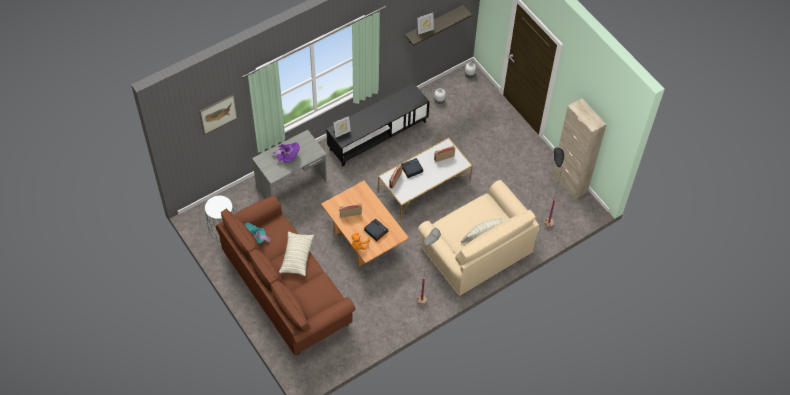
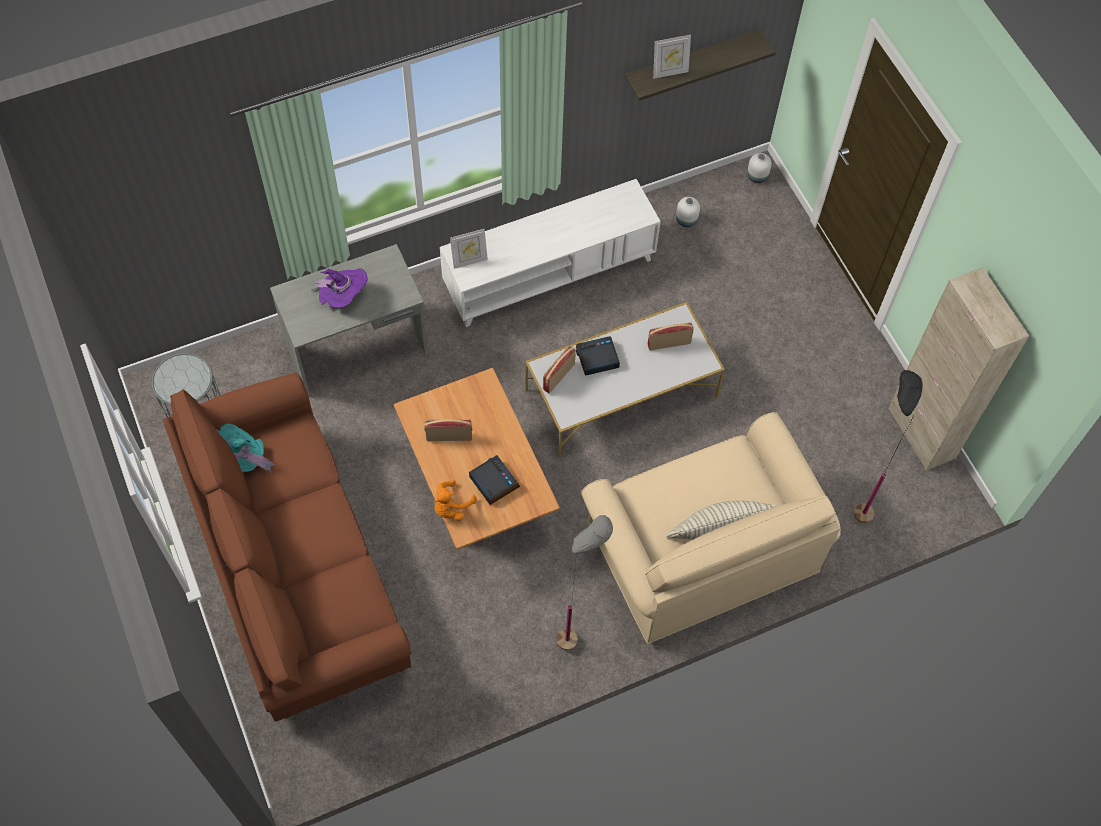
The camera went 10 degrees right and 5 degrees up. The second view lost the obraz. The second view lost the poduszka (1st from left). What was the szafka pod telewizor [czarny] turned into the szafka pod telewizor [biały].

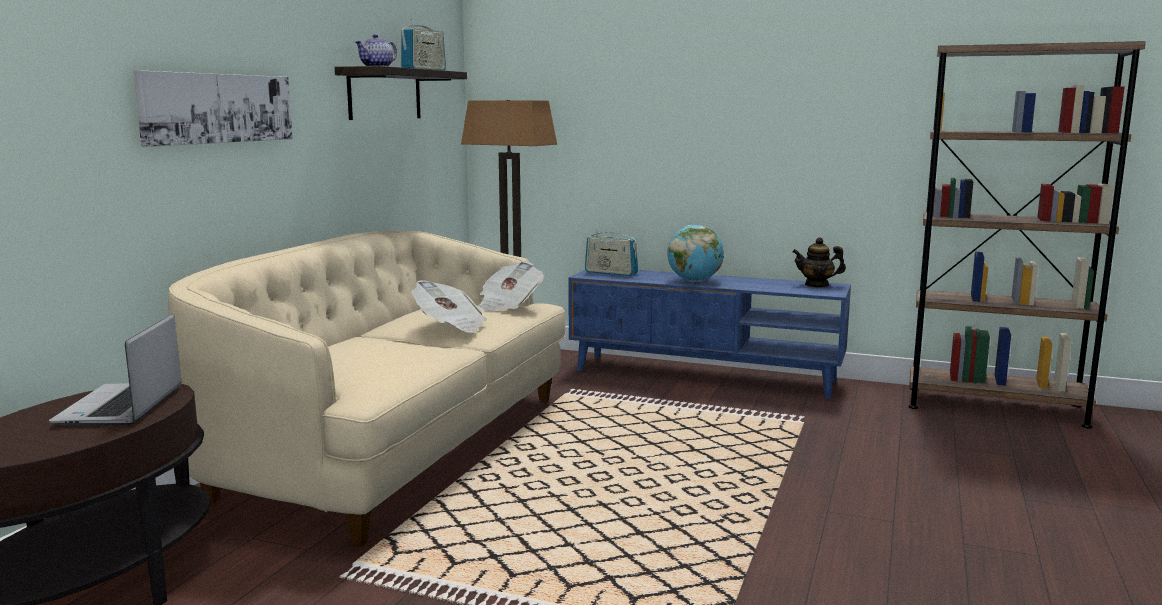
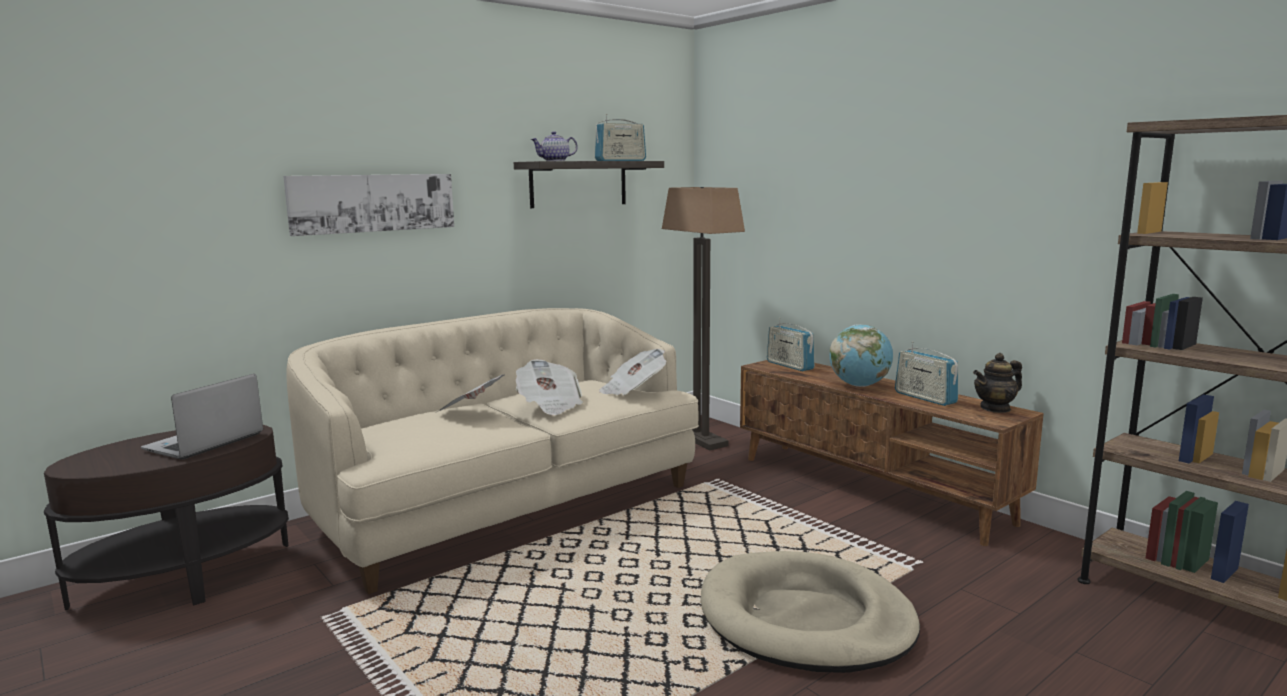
The camera went 30 degrees right and 0 degrees up. What was the szafka pod telewizor [niebieski] turned into the szafka pod telewizor [brązowy]. The imbryk (2nd from left) ended up facing another way, 60 degrees counterclockwise from before. The second view gained the gazeta (1st from left). The second view gained the legowisko [beżowy]. The second view gained the radio (3rd from left).

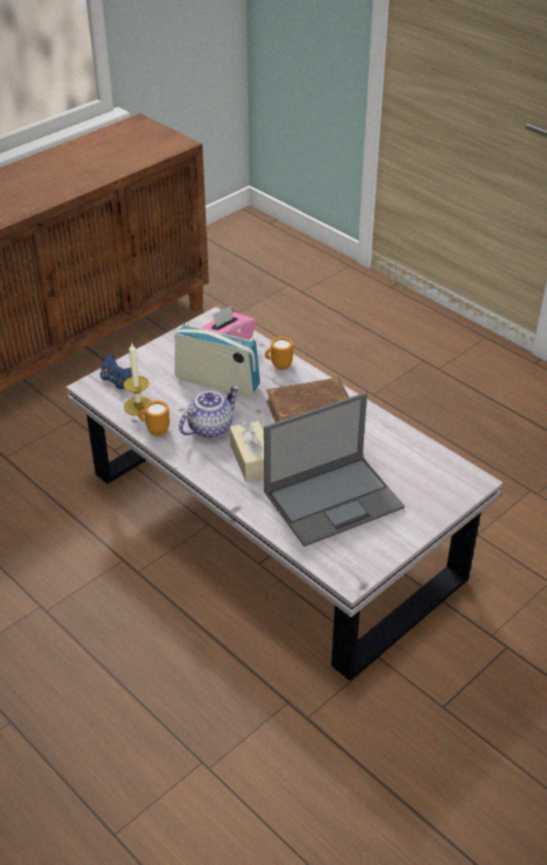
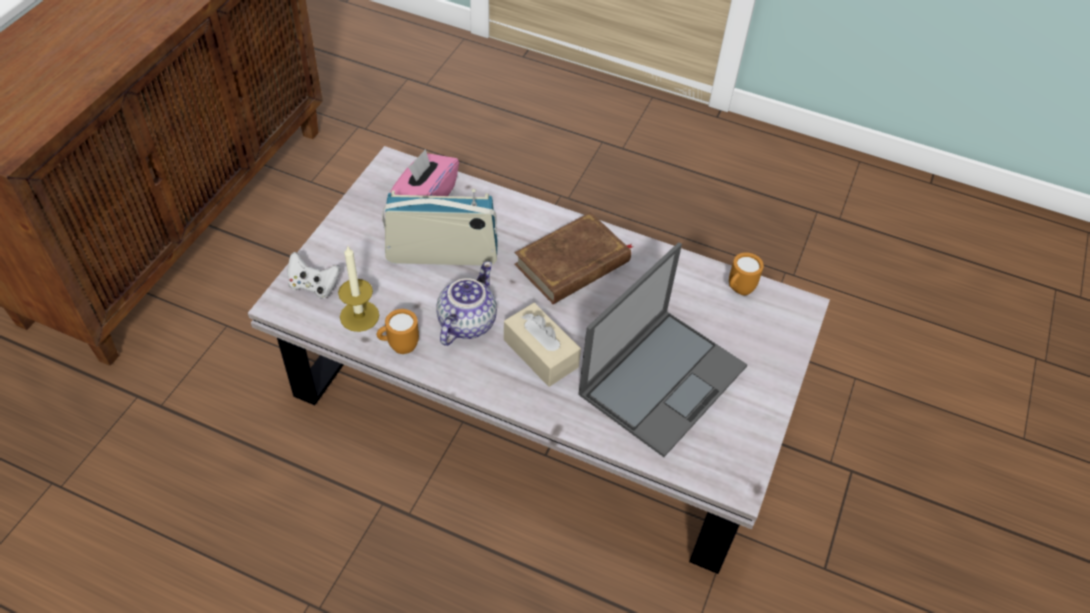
The camera went 25 degrees left and 10 degrees up. What was the pad do gier [niebieski] turned into the pad do gier [biały]. The kubek [pomarańczowy] (2nd from left) ended up elsewhere.

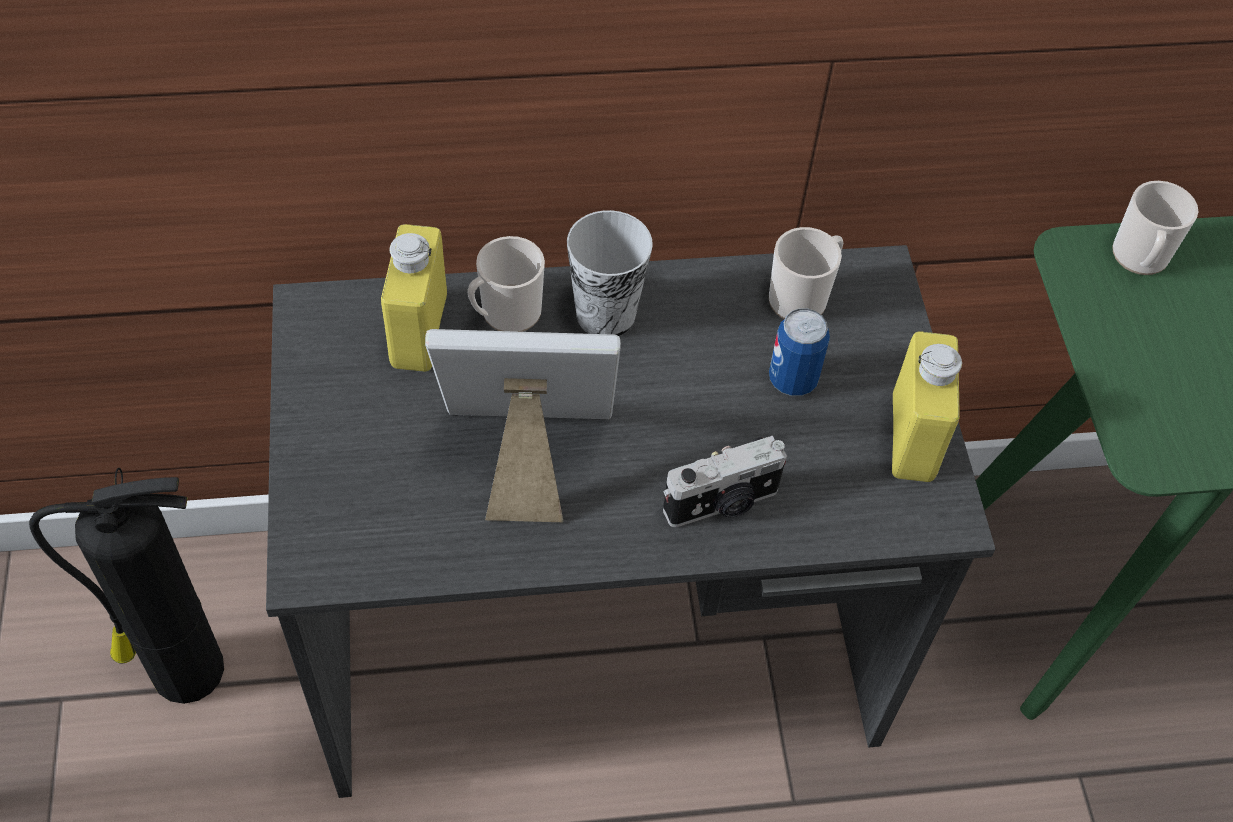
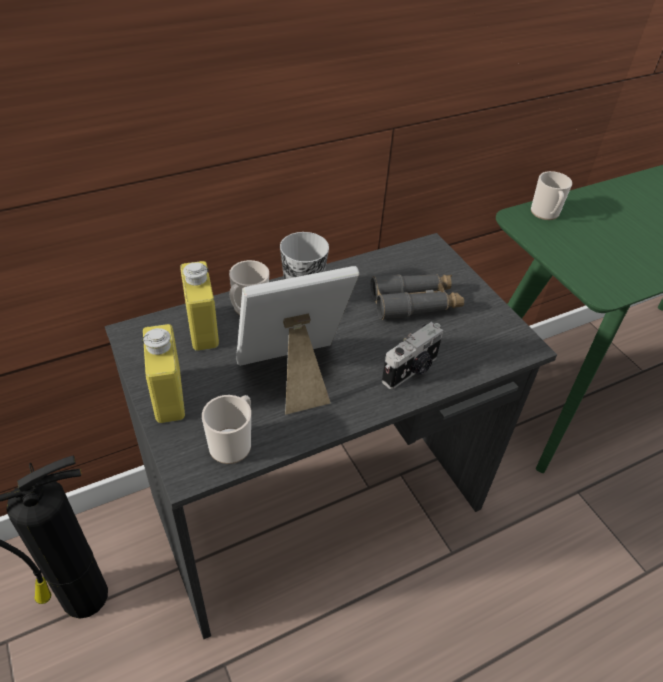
The camera went 20 degrees left and 10 degrees down. The kubek (2nd from left in the first image) ended up elsewhere. Where the puszka stood, the lornetka [szary] came to stand. The butelka [żółty] (2nd from left in the first image) ended up elsewhere.

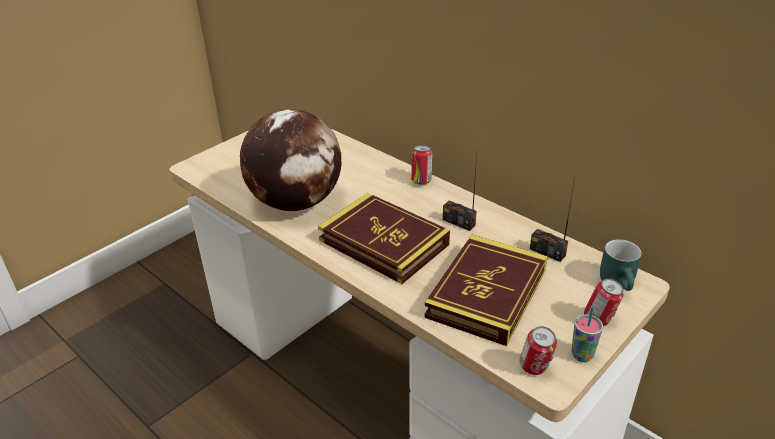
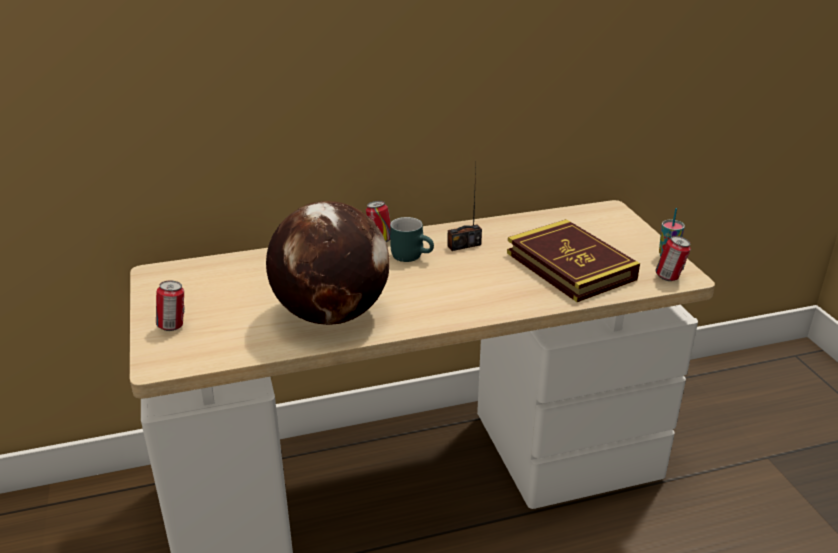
The camera went 60 degrees left and 5 degrees down. The second view lost the książka (1st from left). The second view lost the radio (2nd from left). The puszka (3rd from left in the first image) ended up elsewhere. The kubek [turkusowy] ended up elsewhere.

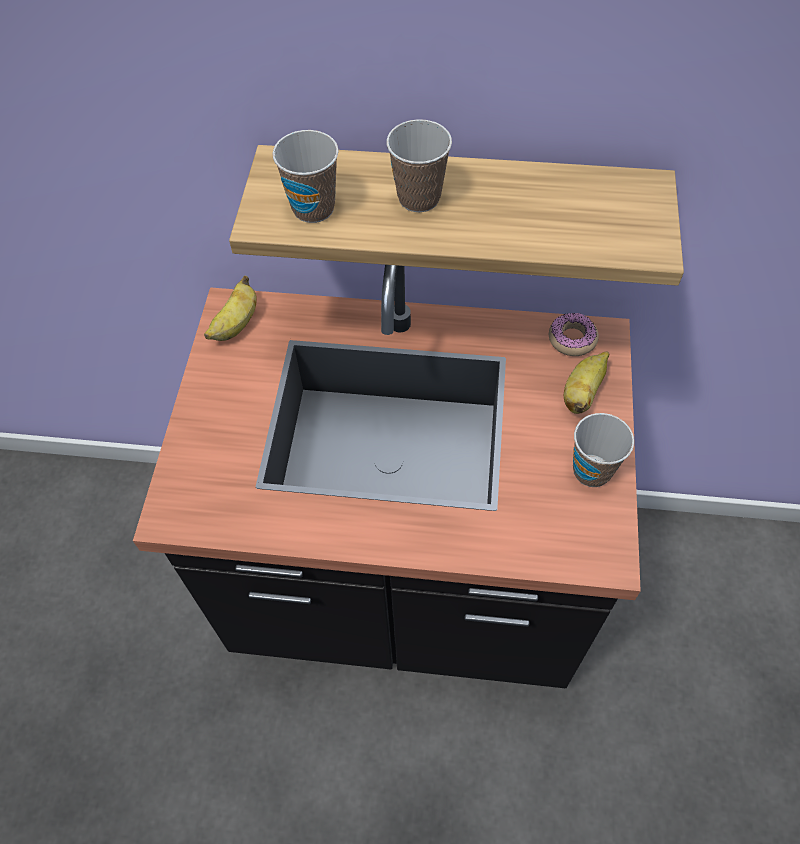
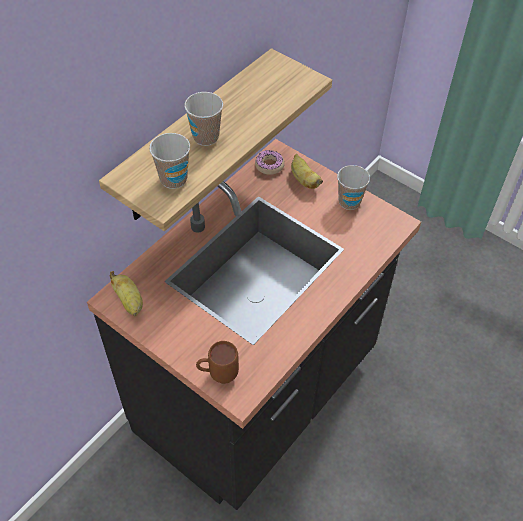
The camera went 60 degrees left and 5 degrees down. The second view gained the kubek [brązowy].

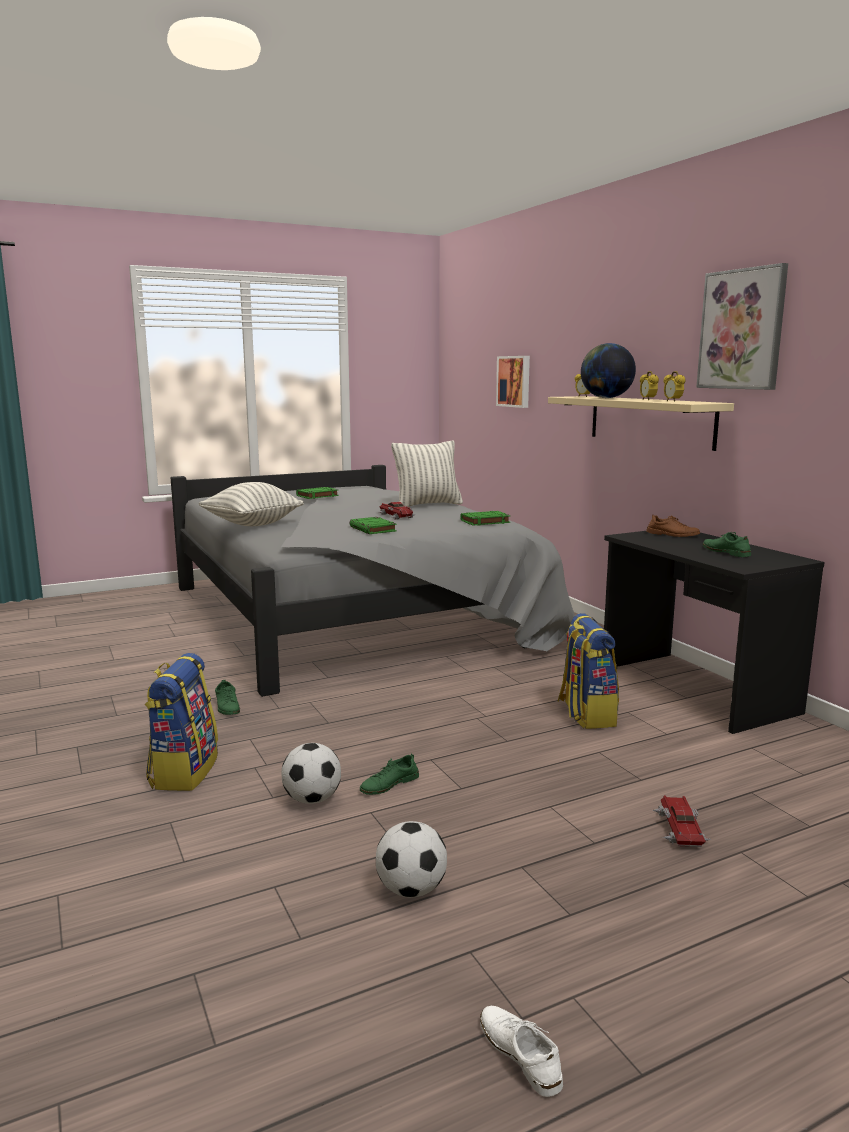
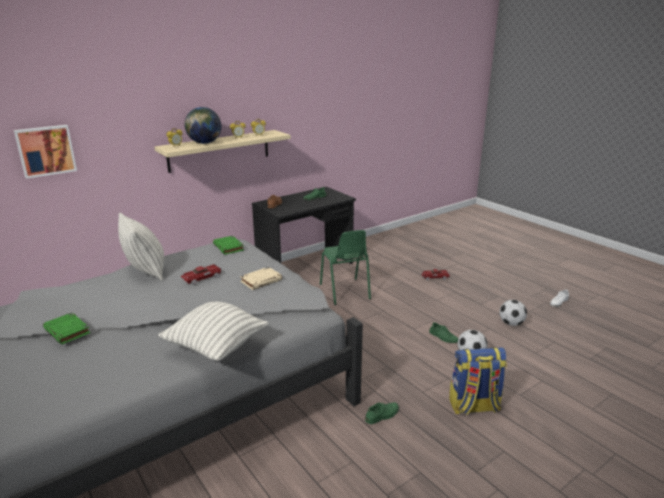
The camera went 100 degrees left and 10 degrees up. What was the książka [zielony] (2nd from left) turned into the książka [beżowy]. Where the plecak (2nd from left) stood, the krzesło [zielony] came to stand. The second view lost the obraz (2nd from left).

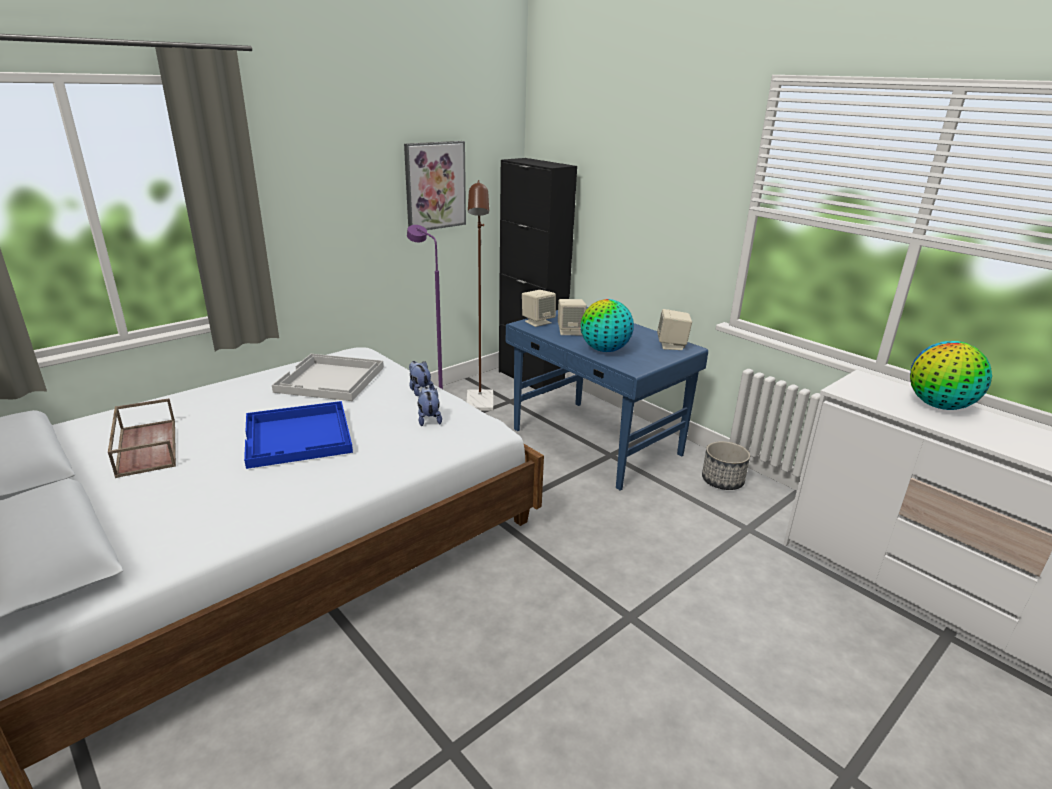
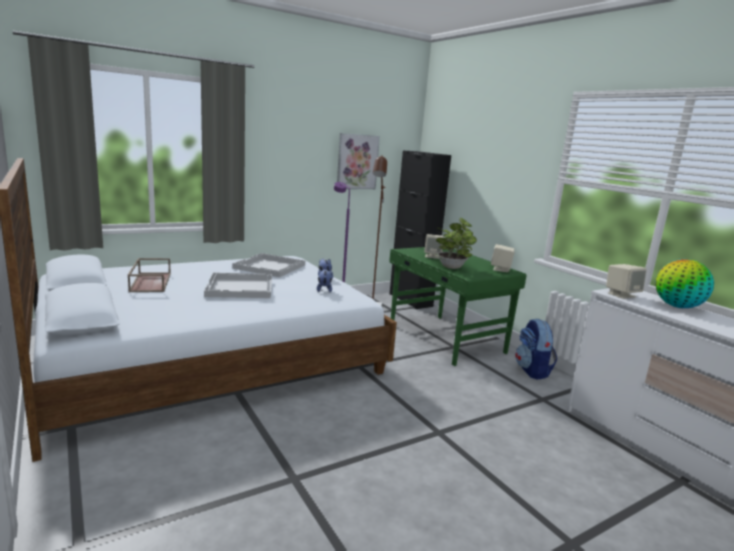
The camera went 10 degrees right and 10 degrees down. What was the taca [niebieski] turned into the taca [biały] (1st from left). What was the biurko [niebieski] turned into the biurko [zielony]. The głośnik [beżowy] (1st from left in the first image) ended up elsewhere. Where the globus (1st from left) stood, the roślina doniczkowa came to stand. Where the donica stood, the plecak came to stand.

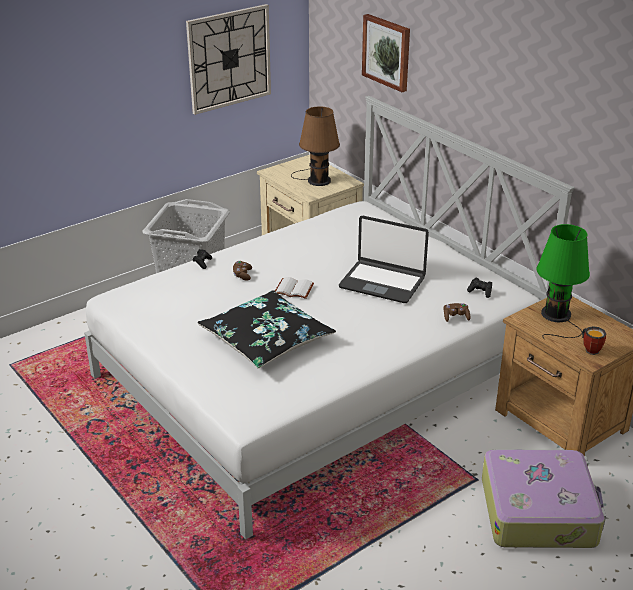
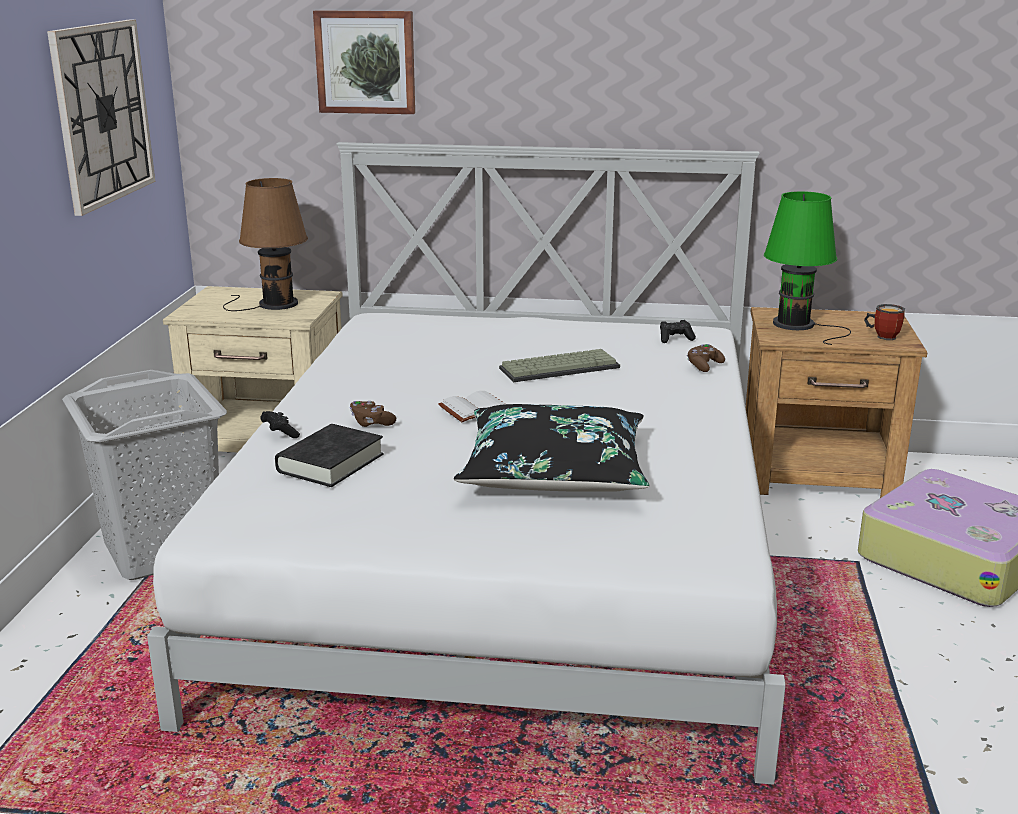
The camera went 45 degrees left and 10 degrees down. Where the laptop stood, the klawiatura came to stand. The second view gained the książka [czarny].

